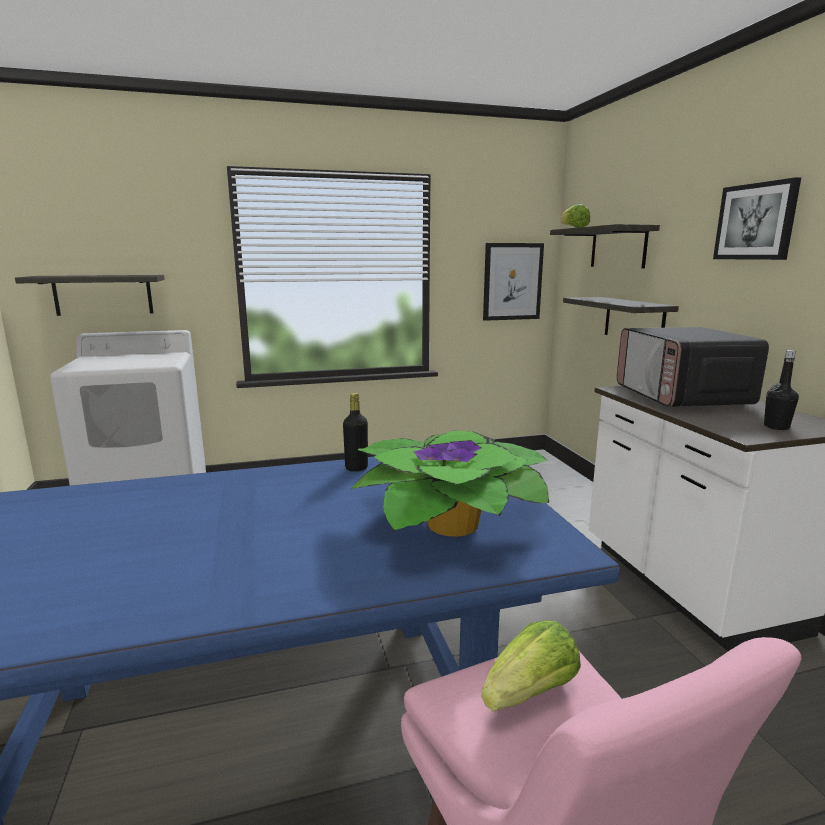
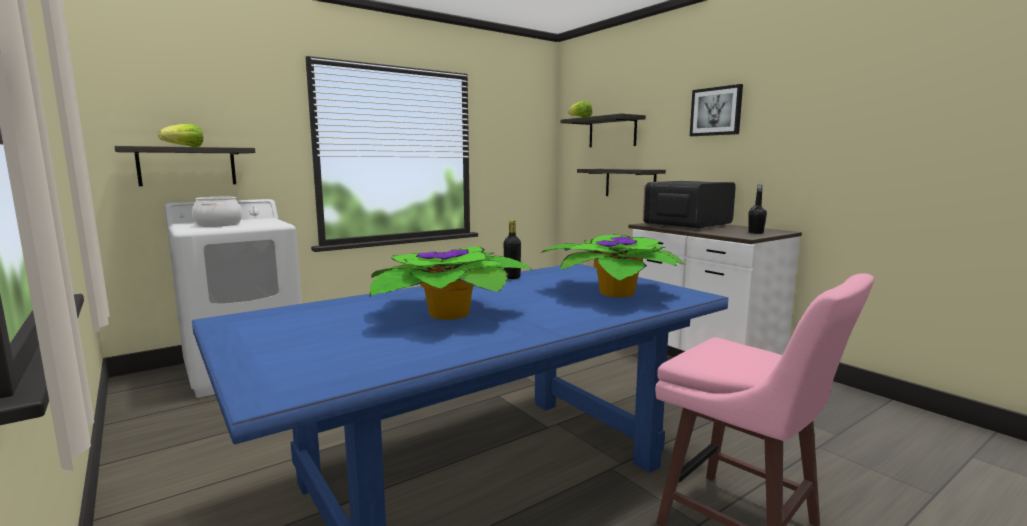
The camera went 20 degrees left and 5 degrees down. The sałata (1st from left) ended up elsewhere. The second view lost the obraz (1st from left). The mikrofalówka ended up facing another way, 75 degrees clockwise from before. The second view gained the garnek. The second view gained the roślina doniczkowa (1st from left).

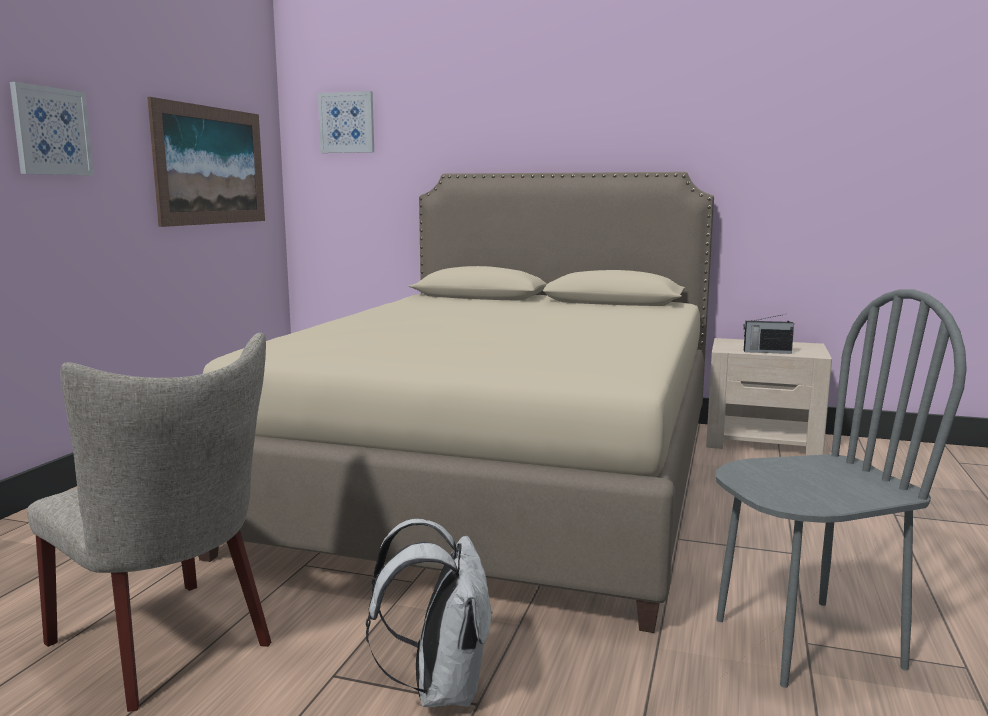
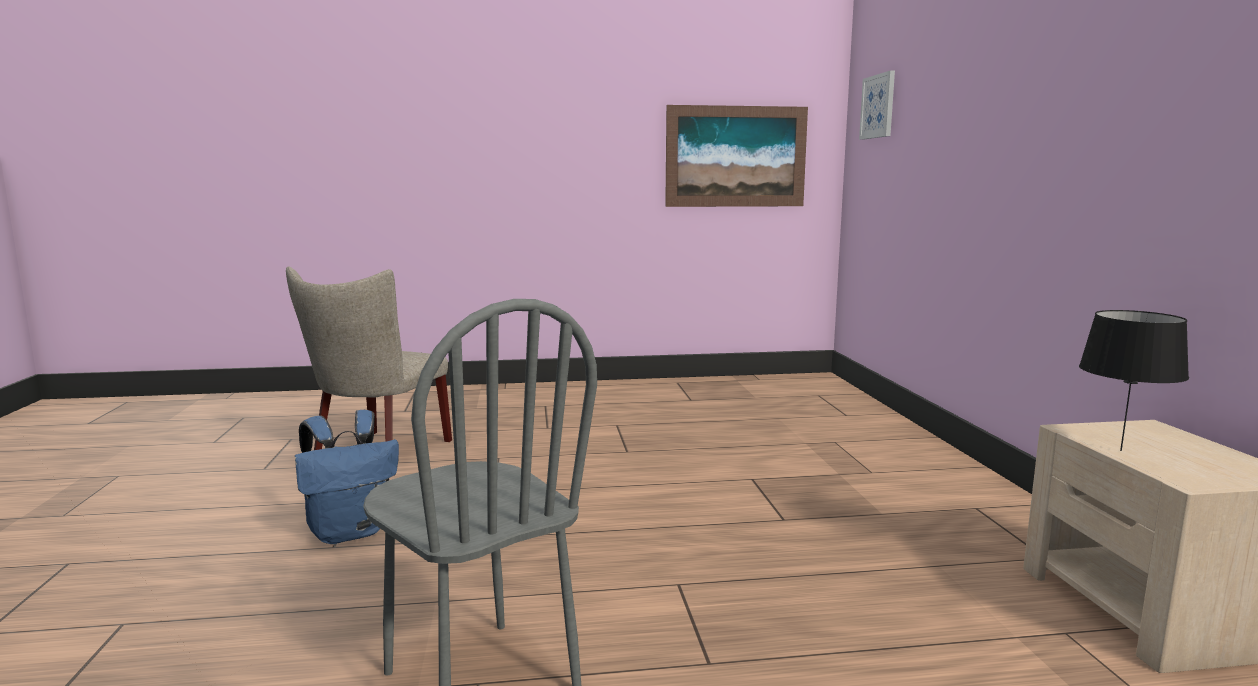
The camera went 65 degrees right and 0 degrees up. The second view lost the obraz (1st from left). The second view lost the łóżko [beżowy]. What was the plecak [biały] turned into the plecak [niebieski]. Where the radio stood, the lampa stołowa [czarny] came to stand.

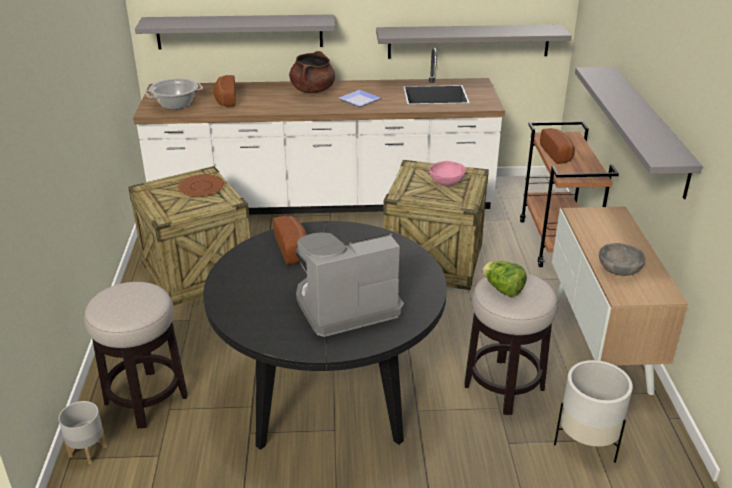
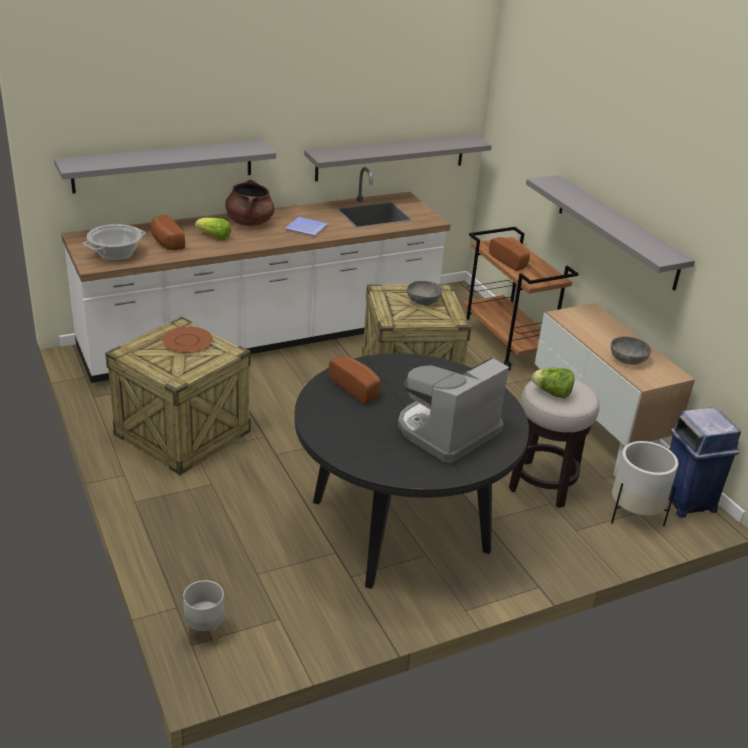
The camera went 25 degrees left and 0 degrees up. The second view lost the stołek (1st from left). What was the miska [różowy] turned into the miska [szary] (1st from left). The second view gained the sałata (1st from left). The second view gained the kosz na śmieci [niebieski].

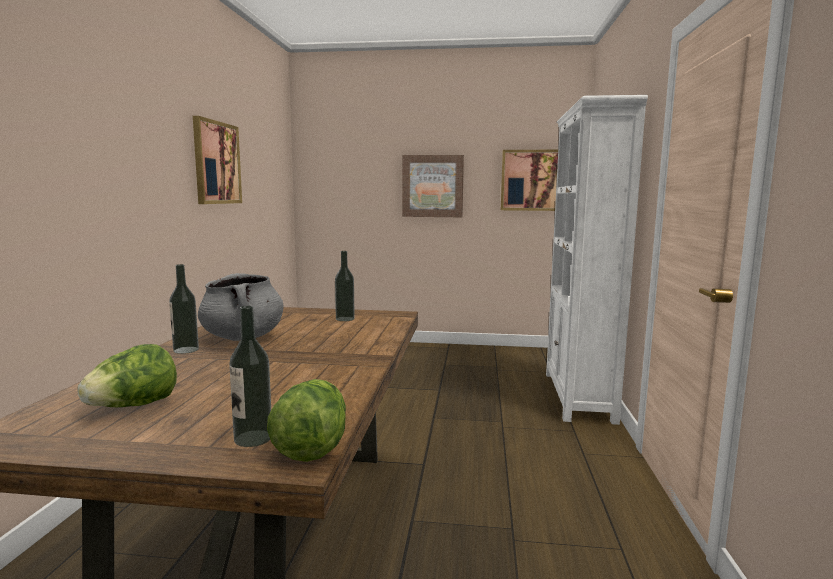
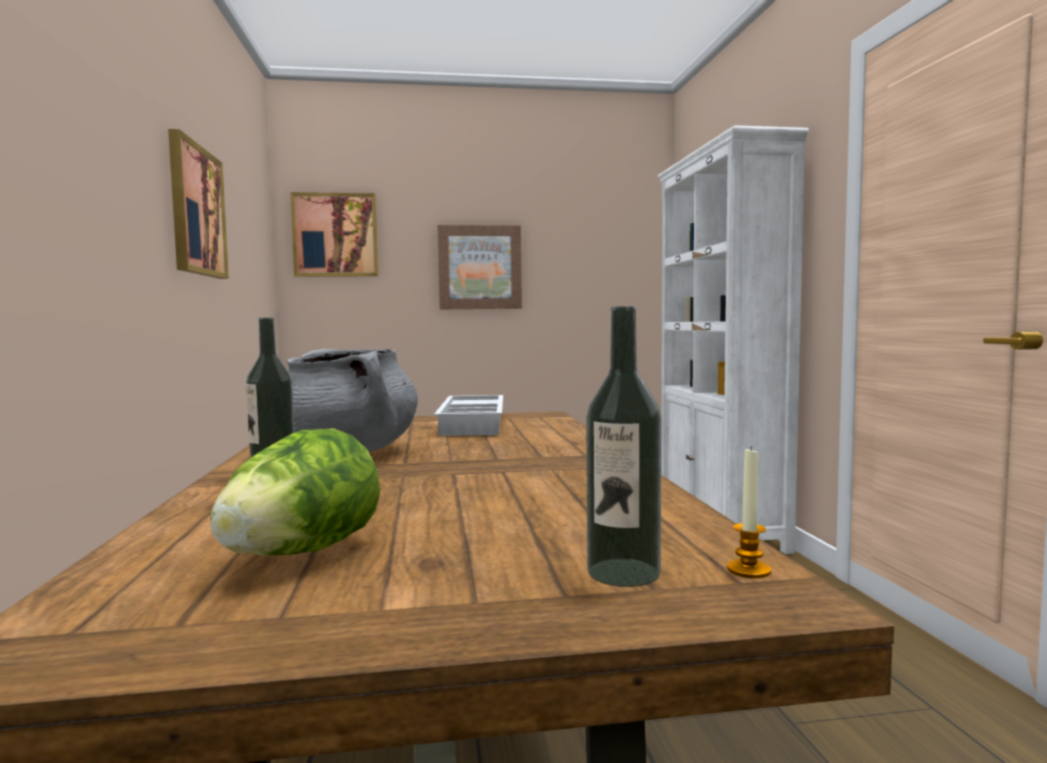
The camera went 15 degrees left and 5 degrees down. Where the sałata (2nd from left) stood, the świeca came to stand. Where the butelka (3rd from left) stood, the taca [biały] came to stand. The obraz (3rd from left in the first image) ended up elsewhere.

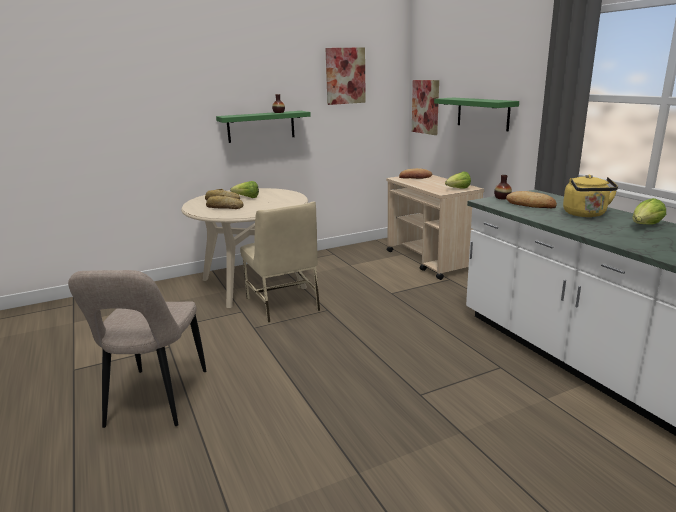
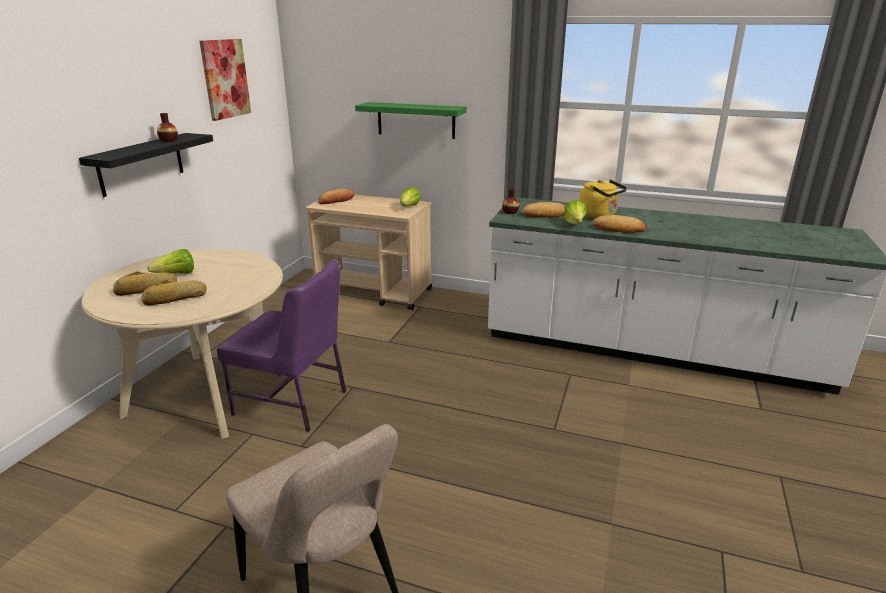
The camera went 45 degrees left and 5 degrees up. What was the półka [zielony] (1st from left) turned into the półka [czarny]. What was the krzesło [beżowy] (2nd from left) turned into the krzesło [fioletowy]. The second view lost the obraz (2nd from left). The sałata (3rd from left) ended up elsewhere. The second view gained the chleb (5th from left).

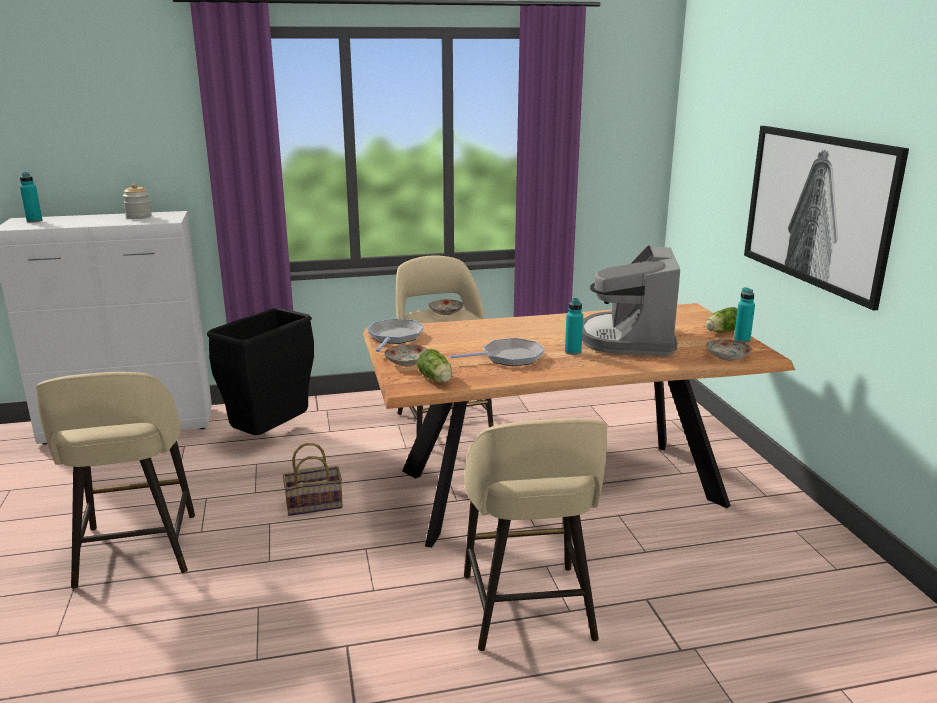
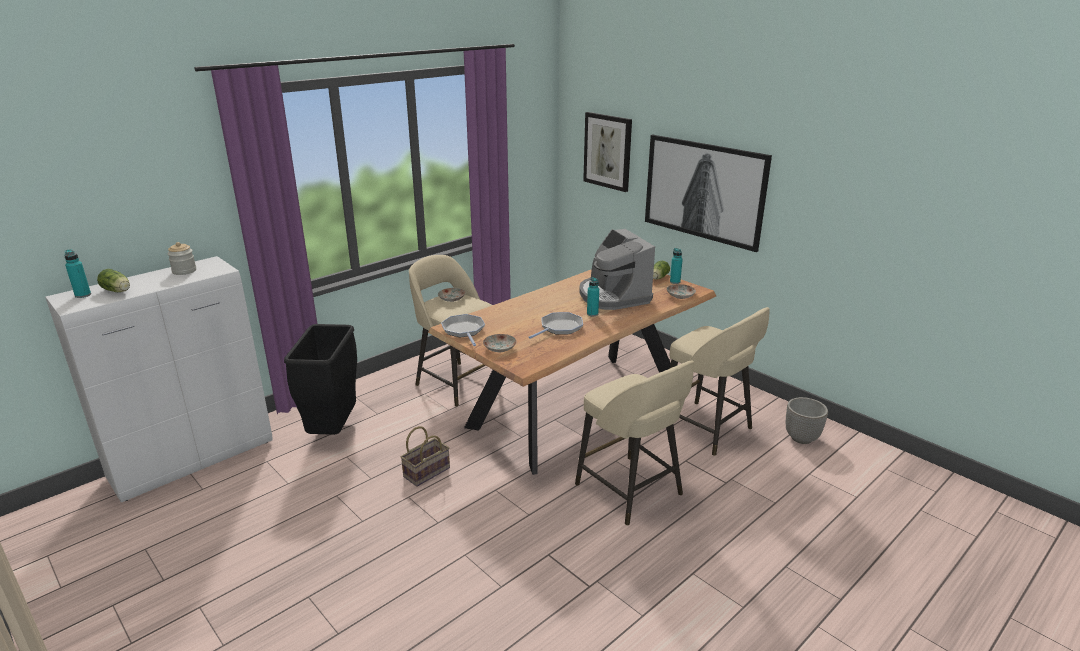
The camera went 30 degrees left and 5 degrees up. The stołek [beżowy] (1st from left in the first image) ended up elsewhere. The sałata (1st from left) ended up elsewhere. The second view gained the obraz (1st from left). The second view gained the donica.

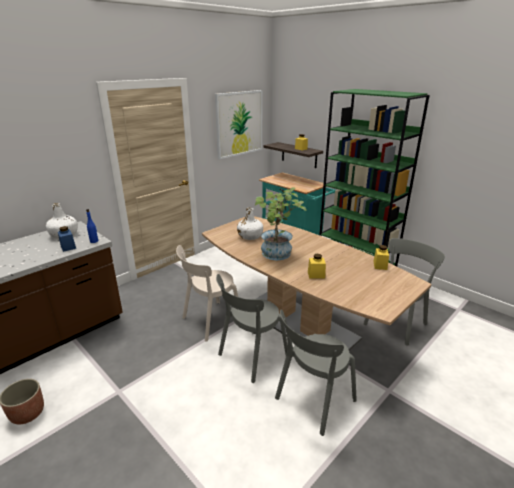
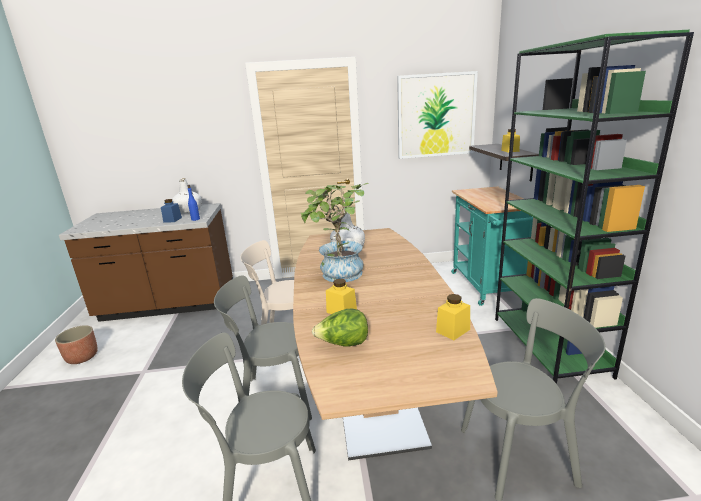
The camera went 40 degrees right and 5 degrees down. The second view gained the sałata.

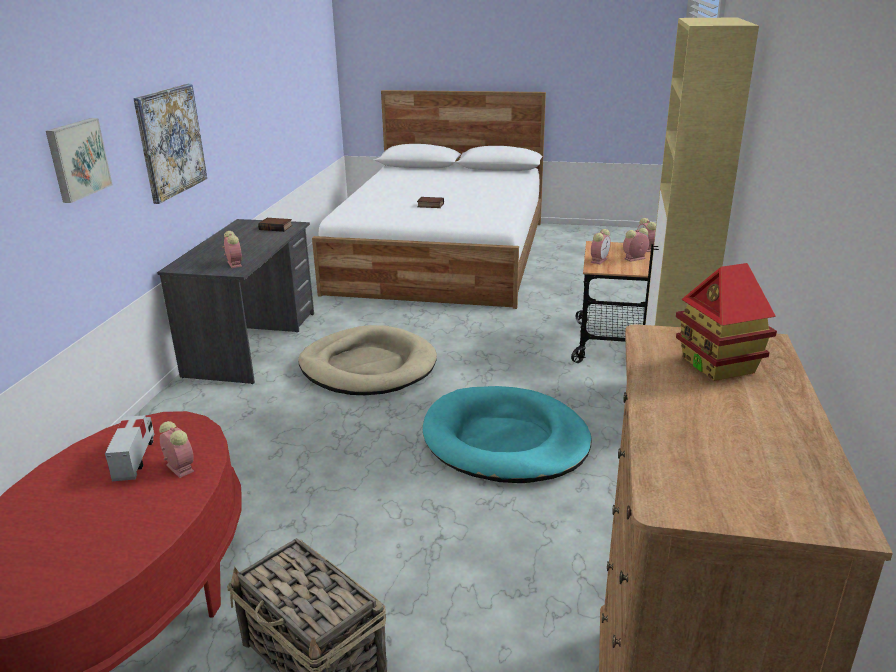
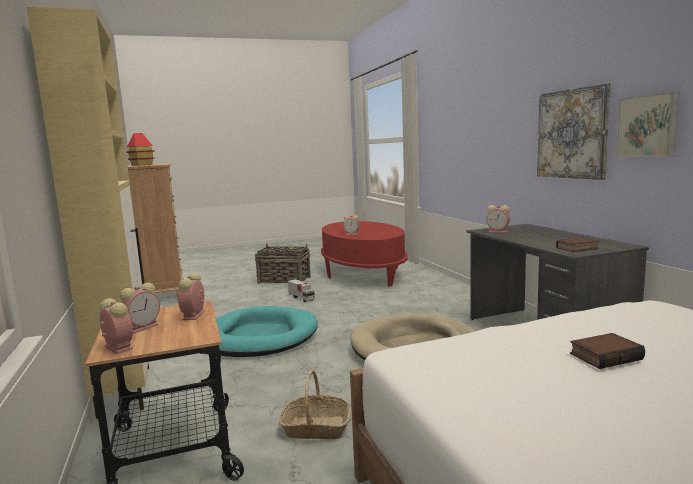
The camera went 150 degrees right and 15 degrees down. The obraz (1st from left in the first image) ended up elsewhere. The ciężarówka zabawkowa ended up elsewhere. The second view gained the koszyk (2nd from left).

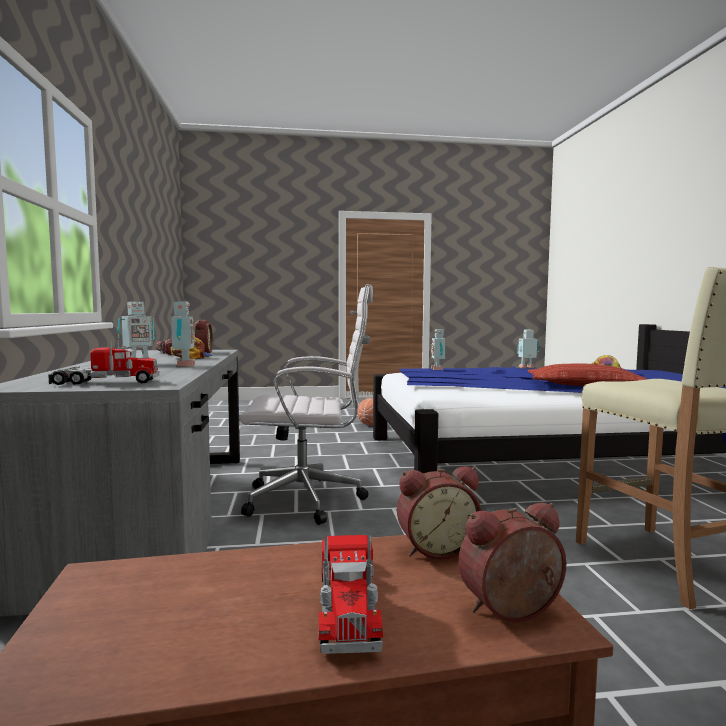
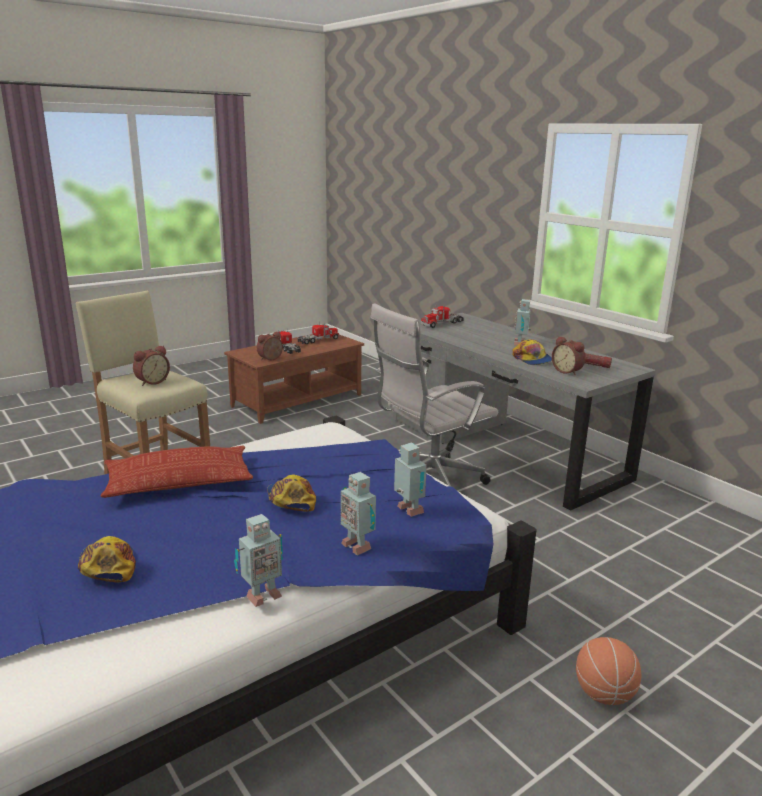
The camera went 150 degrees right and 15 degrees up. The robot zabawkowy (2nd from left) ended up elsewhere. The budzik (3rd from left in the first image) ended up elsewhere. The second view gained the czapka z daszkiem (2nd from left). The second view gained the ciężarówka zabawkowa (2nd from left).

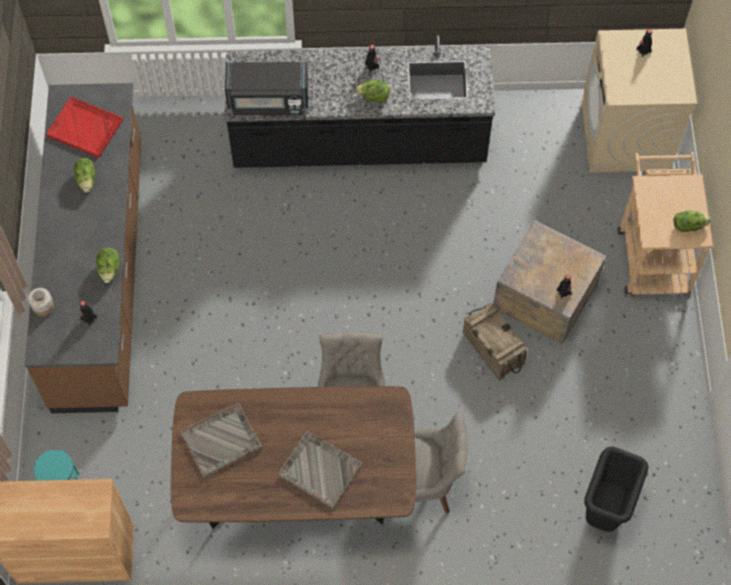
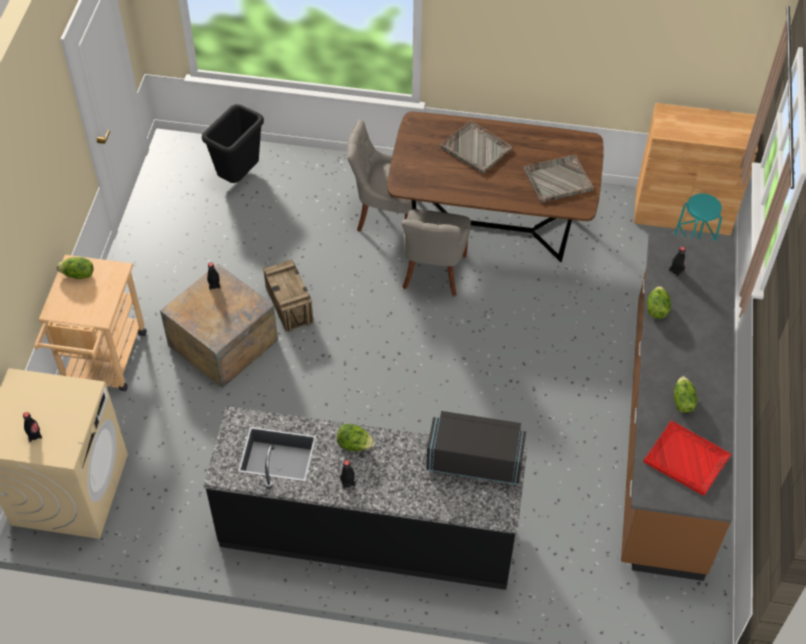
The camera went 170 degrees left and 10 degrees down. The second view lost the słoik.

